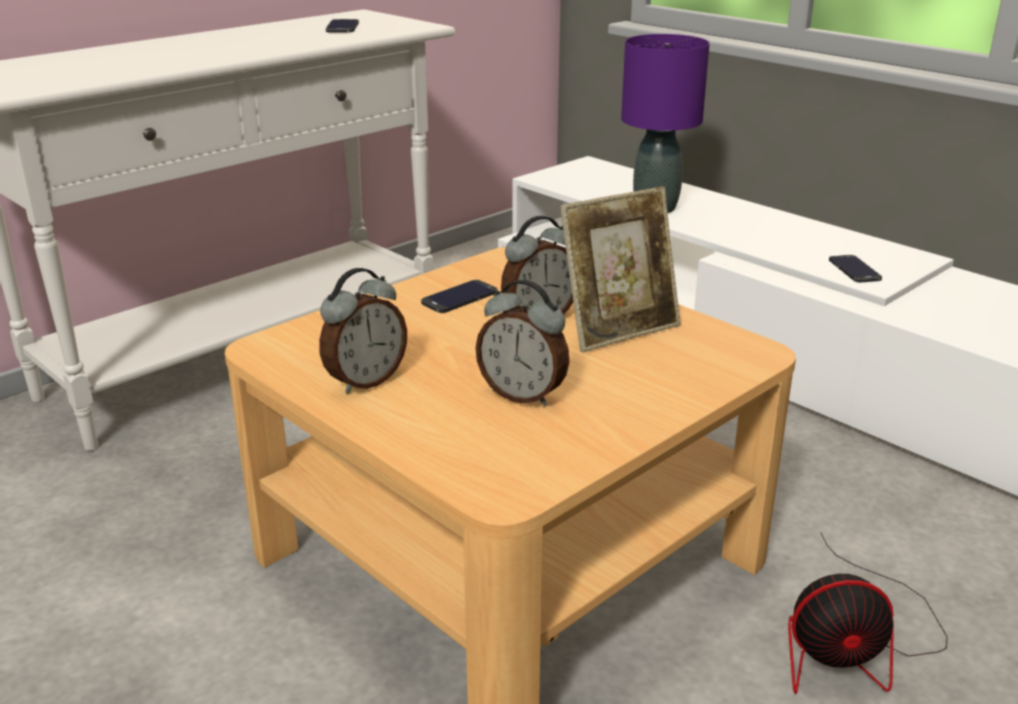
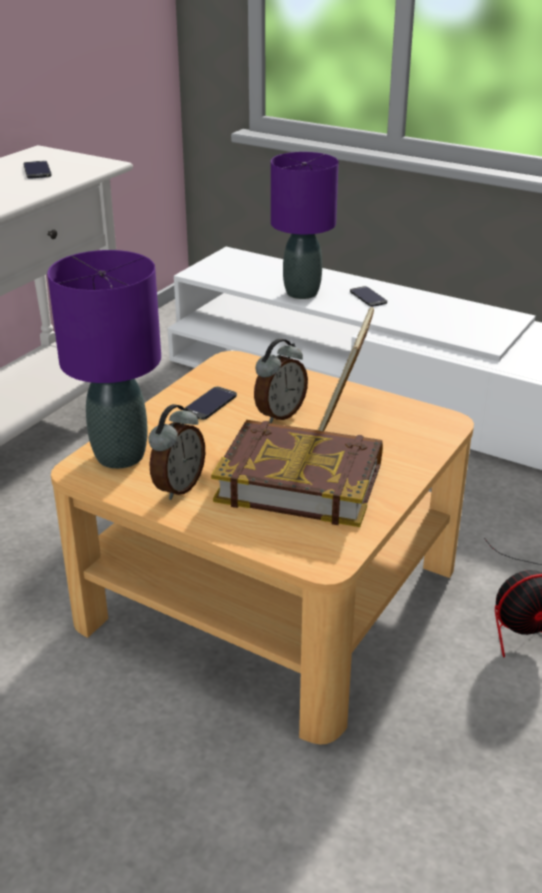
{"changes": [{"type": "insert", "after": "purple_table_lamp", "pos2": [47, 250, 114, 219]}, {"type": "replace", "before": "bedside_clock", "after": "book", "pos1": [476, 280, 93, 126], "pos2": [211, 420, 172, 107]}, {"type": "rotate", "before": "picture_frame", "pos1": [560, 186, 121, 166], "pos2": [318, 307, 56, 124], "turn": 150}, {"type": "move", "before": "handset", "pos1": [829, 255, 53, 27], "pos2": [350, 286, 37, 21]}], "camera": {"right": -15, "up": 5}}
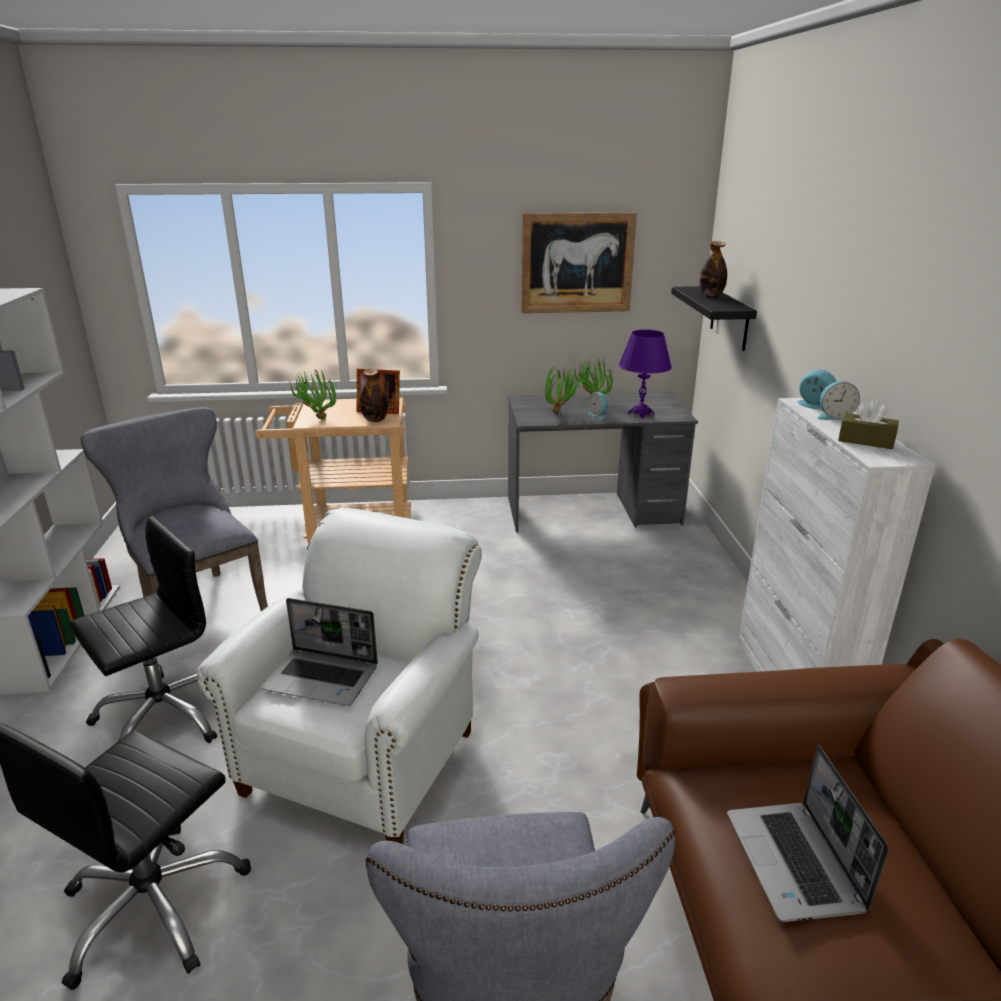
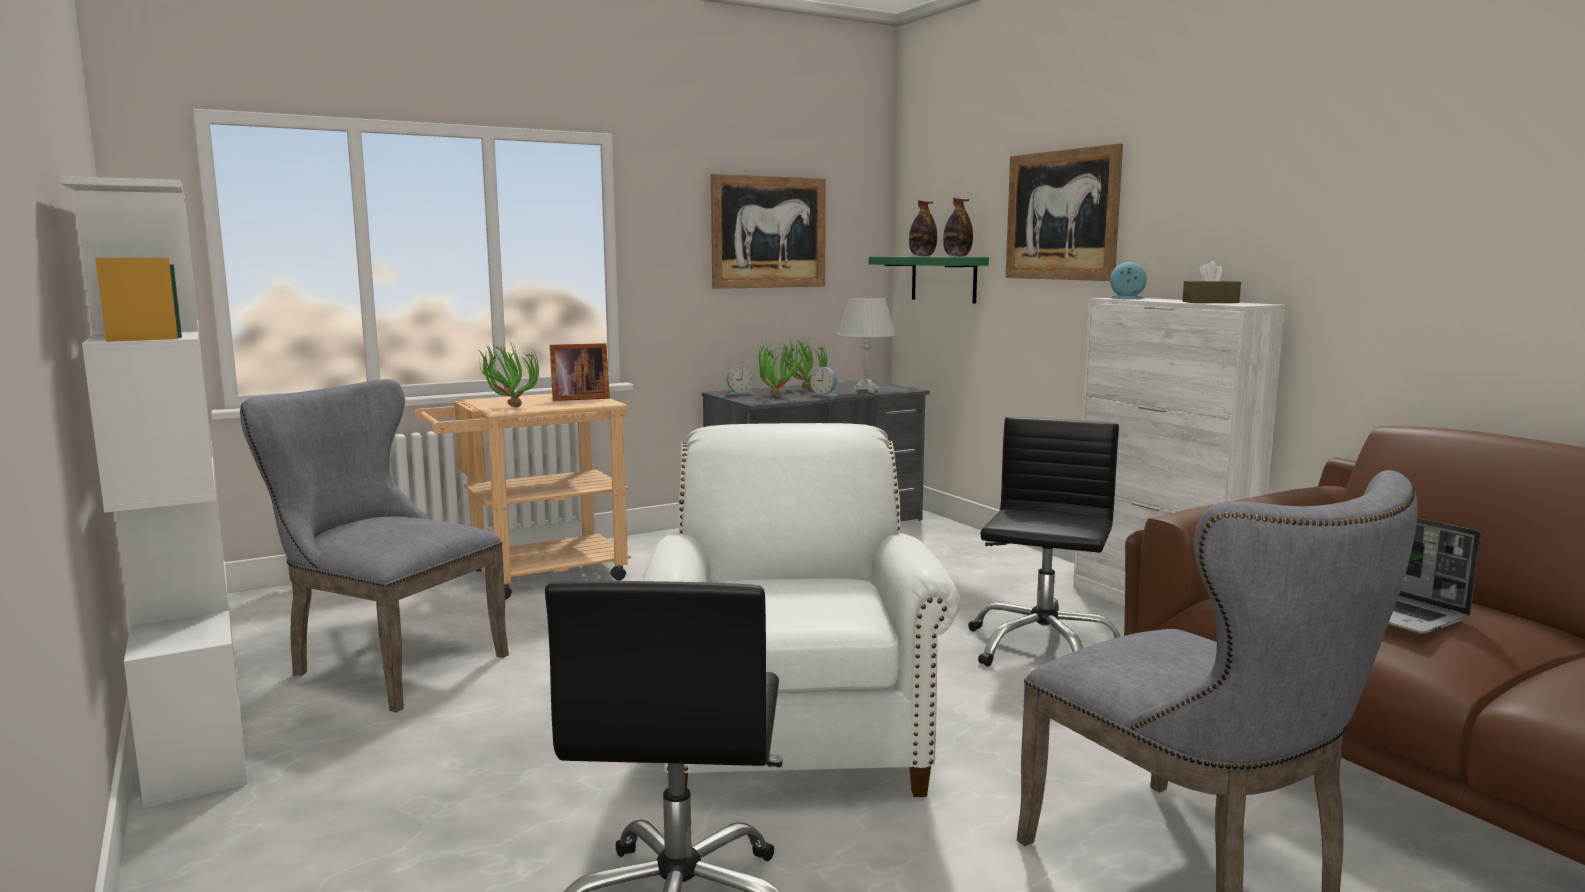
{"changes": [{"type": "move", "before": "bedside_clock", "pos1": [818, 381, 42, 39], "pos2": [727, 366, 27, 29]}, {"type": "recolor", "before": "purple_table_lamp", "after": "white-coloured_table_lamp", "pos1": [619, 330, 53, 88], "pos2": [837, 297, 59, 96]}, {"type": "recolor", "before": "black-coloured_wall_shelf", "after": "green-coloured_wall_shelf", "pos1": [671, 286, 86, 65], "pos2": [869, 257, 120, 47]}, {"type": "move", "before": "bottle", "pos1": [360, 369, 28, 53], "pos2": [943, 197, 30, 60]}, {"type": "move", "before": "black-coloured_office_chair", "pos1": [70, 516, 147, 227], "pos2": [968, 417, 153, 250]}, {"type": "insert", "after": "wall_art", "pos2": [1005, 143, 118, 138]}, {"type": "delete", "before": "notebook_computer", "pos1": [261, 598, 117, 108]}], "camera": {"right": -25, "up": -15}}
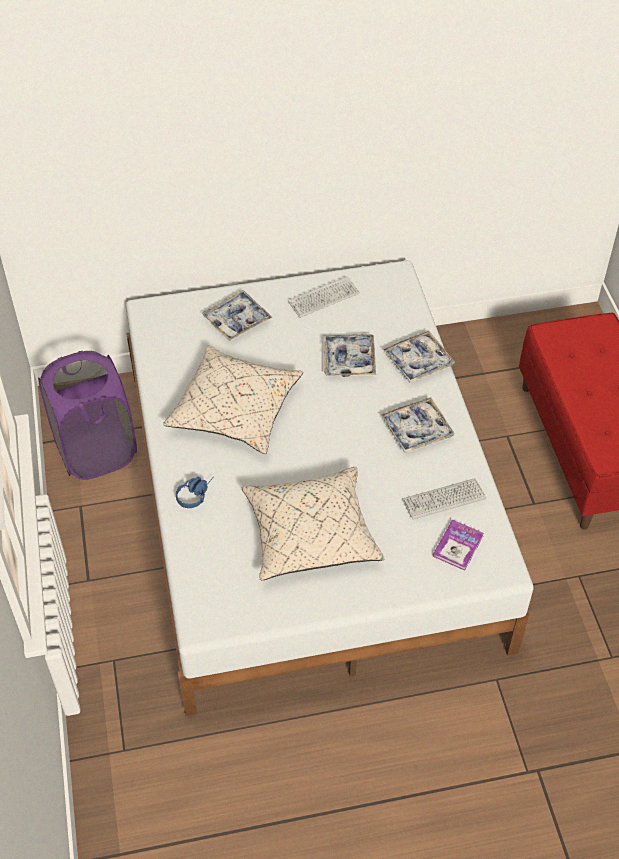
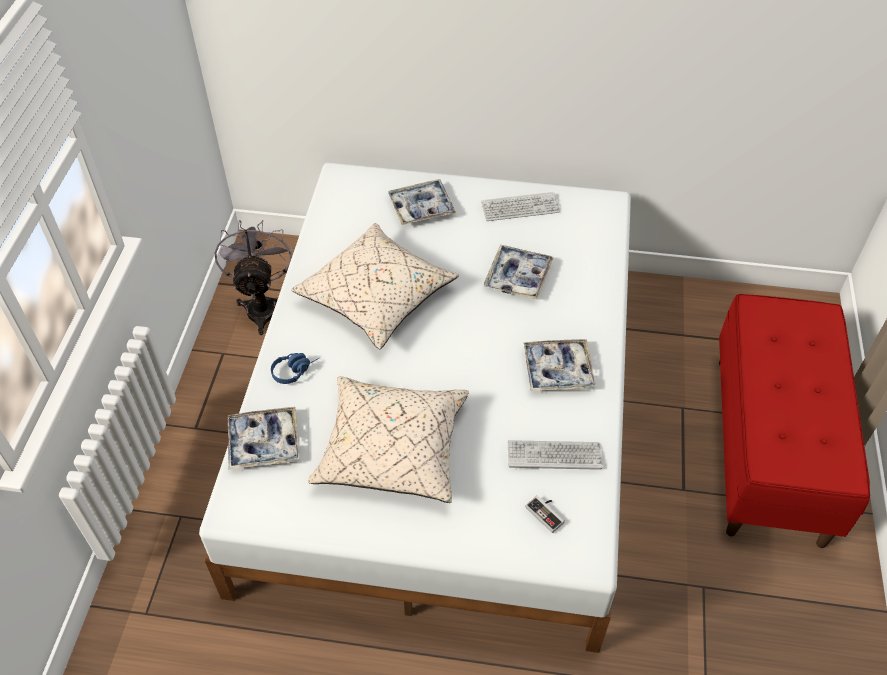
{"changes": [{"type": "replace", "before": "purple_washing_basket", "after": "gray_cooling_fan", "pos1": [38, 351, 99, 129], "pos2": [215, 220, 77, 115]}, {"type": "move", "before": "carrying_tray", "pos1": [383, 330, 72, 53], "pos2": [228, 407, 71, 62]}, {"type": "replace", "before": "book", "after": "gamepad", "pos1": [433, 520, 51, 51], "pos2": [526, 495, 39, 38]}], "camera": {"right": 20, "up": 0}}
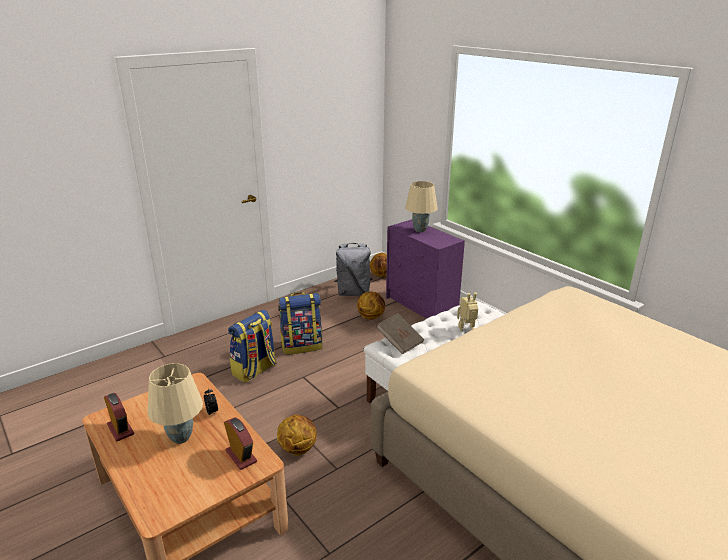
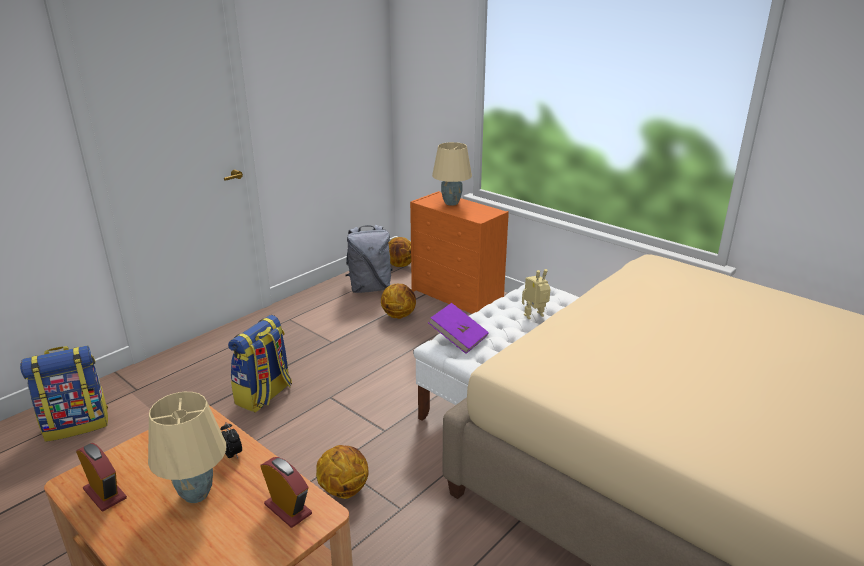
{"changes": [{"type": "move", "before": "backpack", "pos1": [278, 292, 44, 63], "pos2": [20, 345, 88, 97]}, {"type": "recolor", "before": "purple_drawer_chest", "after": "orangey_drawer_chest", "pos1": [386, 219, 79, 100], "pos2": [410, 191, 99, 123]}, {"type": "recolor", "before": "brownish_book", "after": "purple_book", "pos1": [376, 313, 48, 42], "pos2": [428, 303, 61, 51]}], "camera": {"right": -10, "up": 0}}
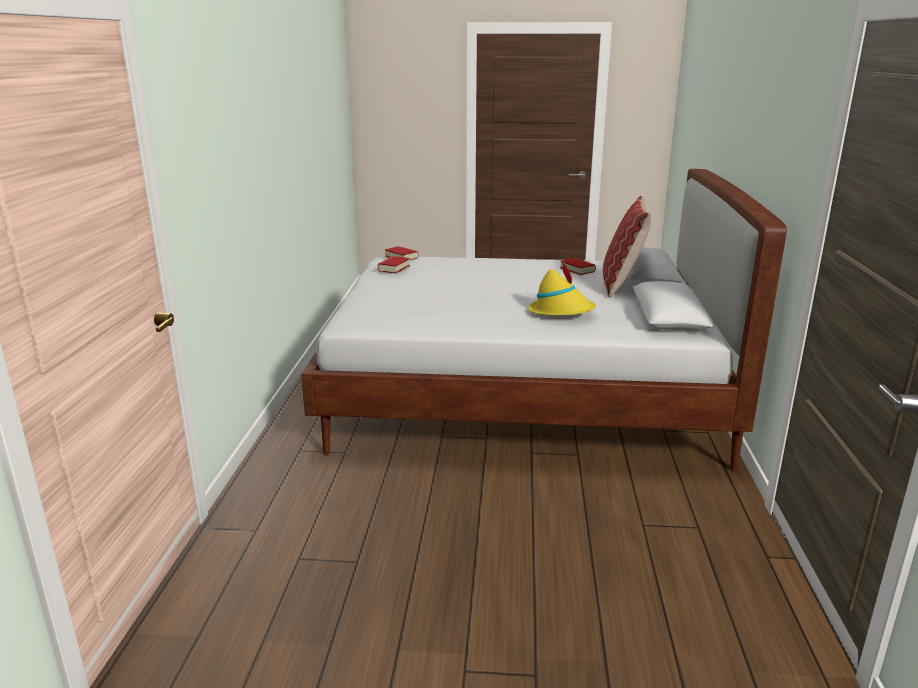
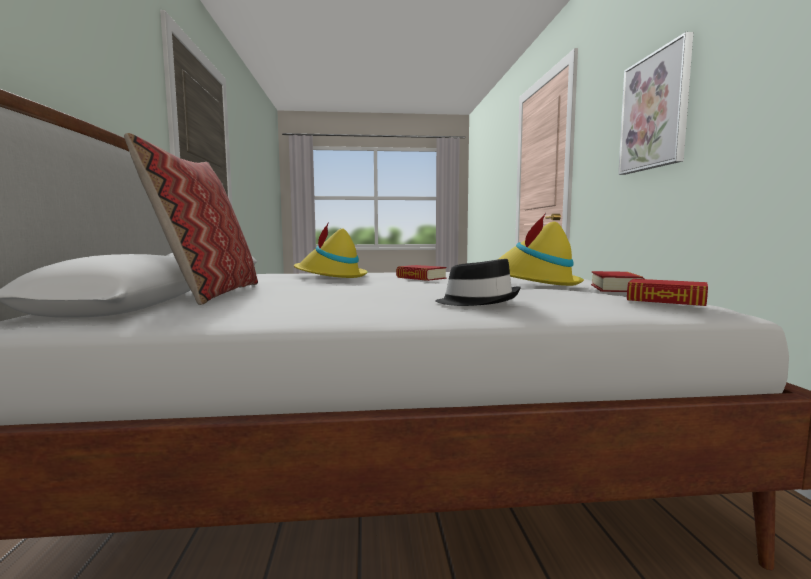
{"changes": [{"type": "move", "before": "book", "pos1": [560, 258, 36, 17], "pos2": [396, 265, 51, 16]}, {"type": "insert", "after": "black-coloured_wearable_hat", "pos2": [435, 259, 86, 47]}, {"type": "insert", "after": "yellowish_wearable_hat", "pos2": [499, 213, 85, 73]}, {"type": "insert", "after": "wall_art", "pos2": [618, 32, 75, 143]}], "camera": {"right": 170, "up": -15}}
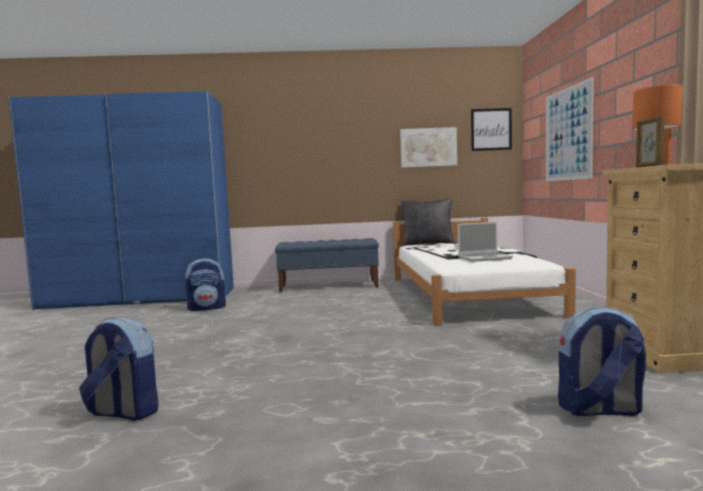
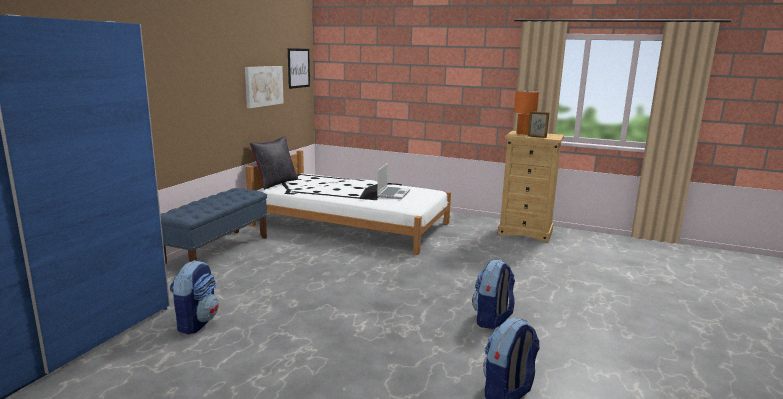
{"changes": [{"type": "move", "before": "backpack", "pos1": [558, 307, 88, 109], "pos2": [472, 260, 43, 69]}, {"type": "delete", "before": "wall_art", "pos1": [546, 77, 48, 104]}], "camera": {"right": -65, "up": 10}}
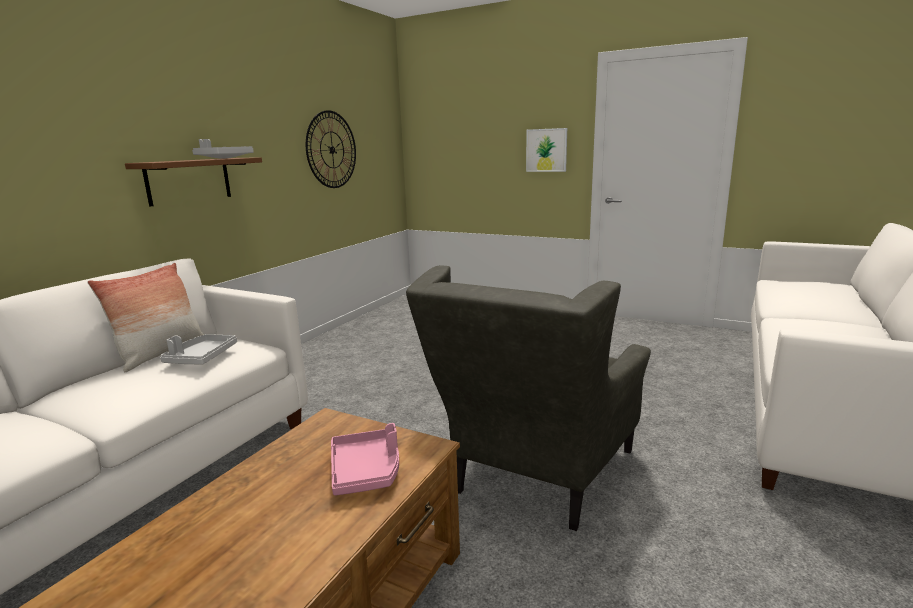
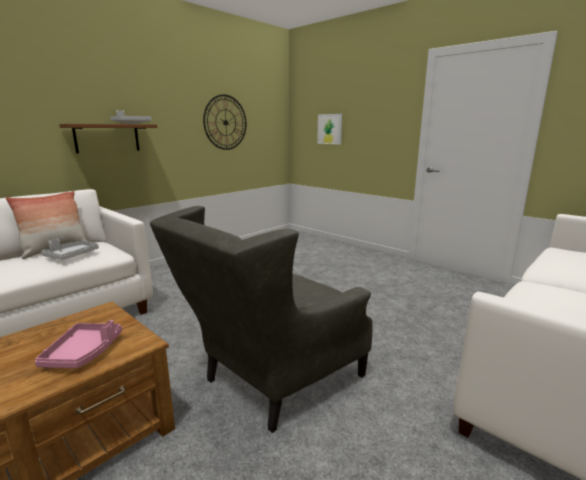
{"changes": [{"type": "move", "before": "wall_art", "pos1": [526, 128, 41, 44], "pos2": [317, 114, 25, 30]}], "camera": {"right": 15, "up": 0}}
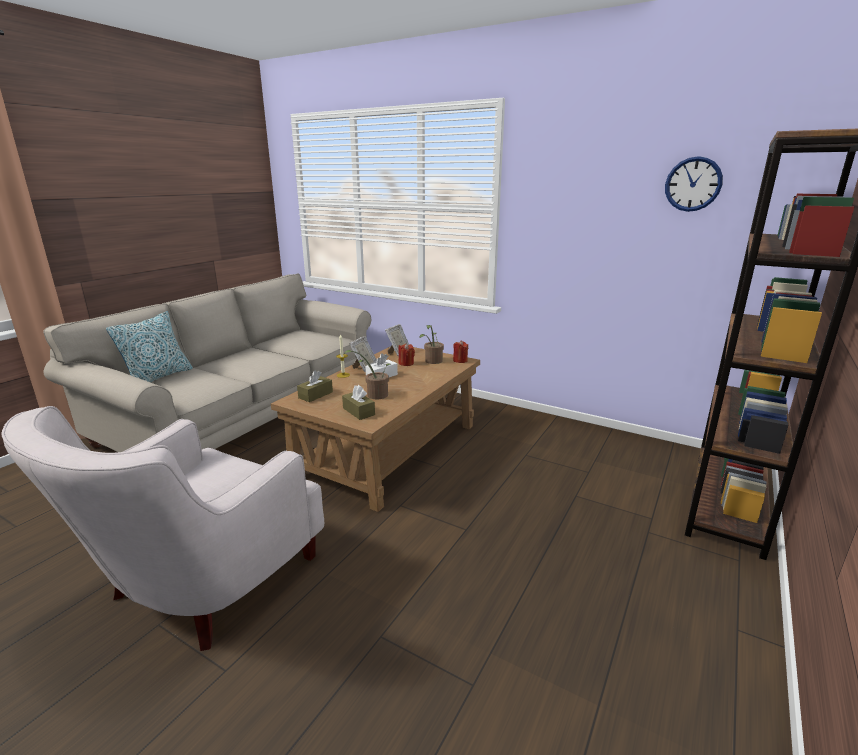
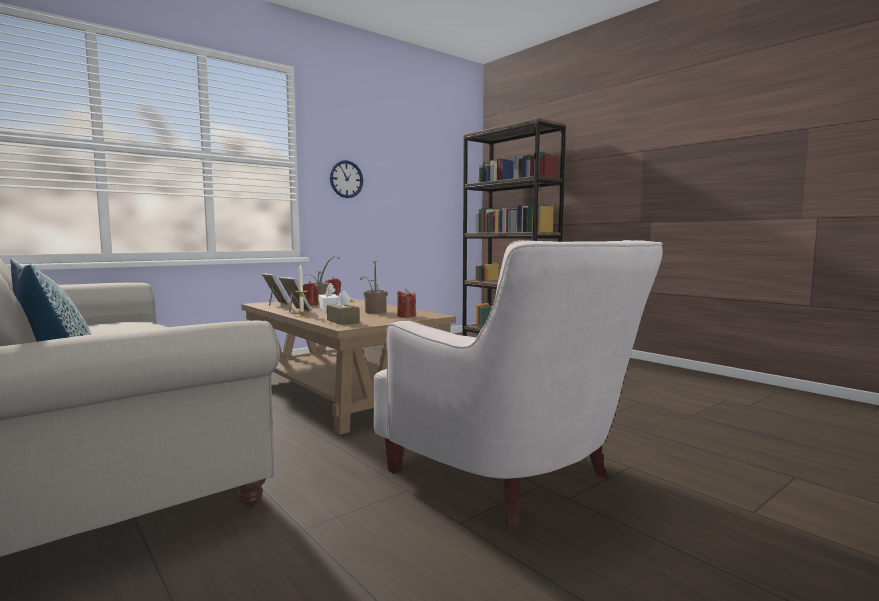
{"changes": [{"type": "move", "before": "hanging_clock", "pos1": [665, 156, 58, 56], "pos2": [330, 160, 33, 38]}, {"type": "replace", "before": "brownish_tissue_holder", "after": "red-coloured_wax_light", "pos1": [342, 385, 33, 35], "pos2": [397, 289, 19, 28]}], "camera": {"right": -70, "up": -15}}
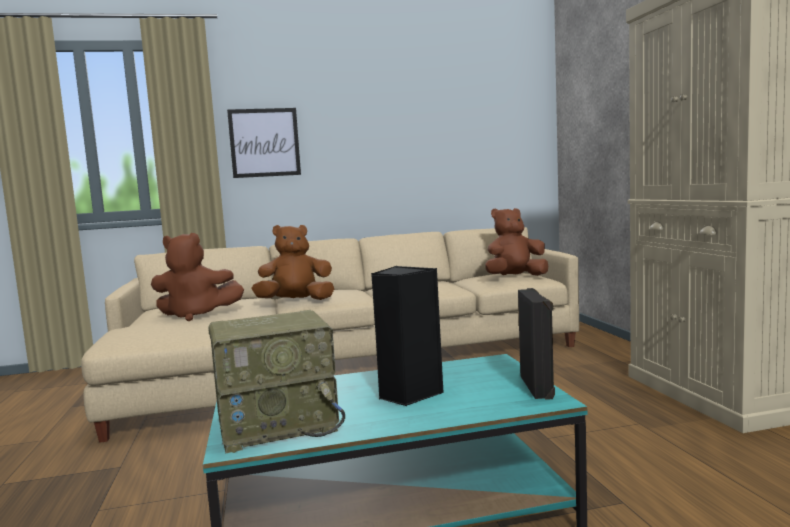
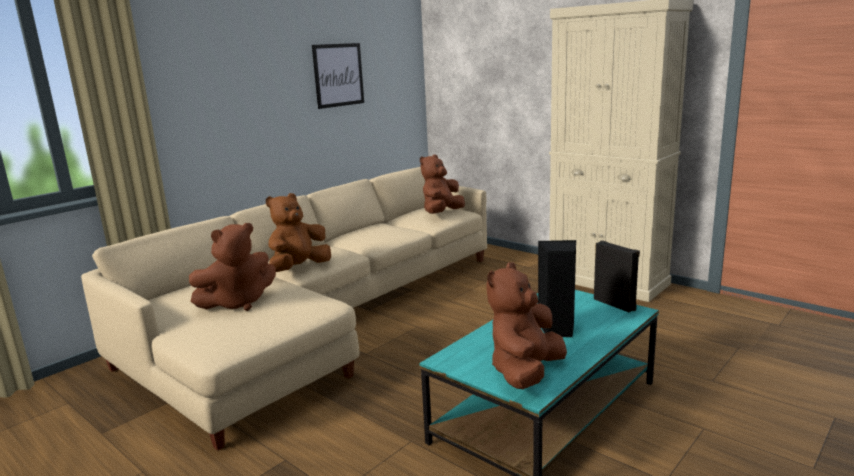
{"changes": [{"type": "move", "before": "wall_art", "pos1": [227, 108, 74, 70], "pos2": [312, 43, 52, 66]}, {"type": "replace", "before": "radio", "after": "brownish_soft_toy", "pos1": [208, 310, 137, 143], "pos2": [487, 262, 80, 127]}], "camera": {"right": -35, "up": 10}}
